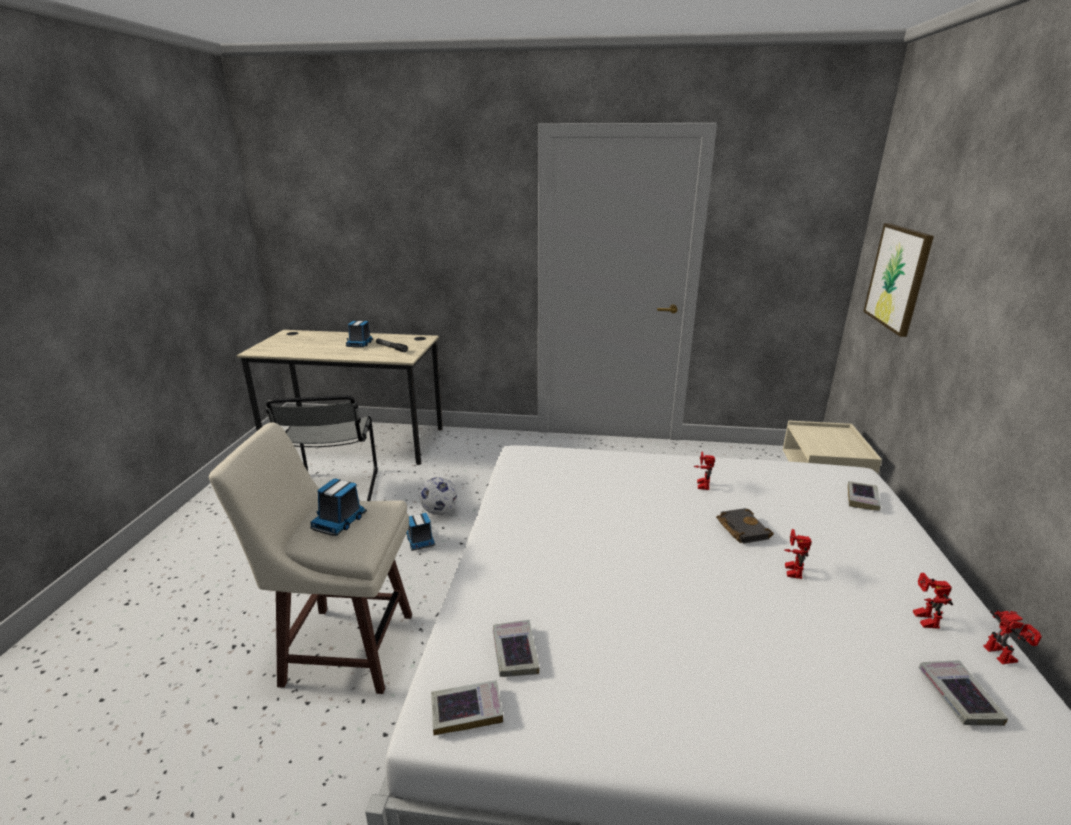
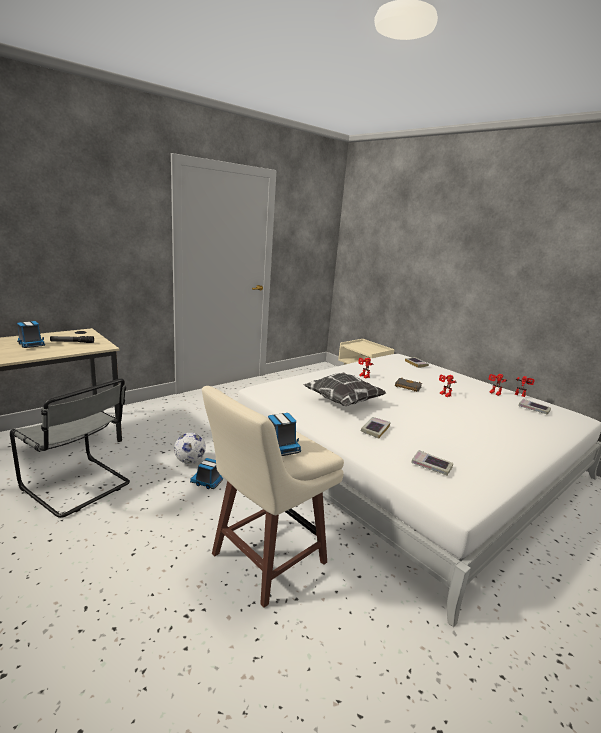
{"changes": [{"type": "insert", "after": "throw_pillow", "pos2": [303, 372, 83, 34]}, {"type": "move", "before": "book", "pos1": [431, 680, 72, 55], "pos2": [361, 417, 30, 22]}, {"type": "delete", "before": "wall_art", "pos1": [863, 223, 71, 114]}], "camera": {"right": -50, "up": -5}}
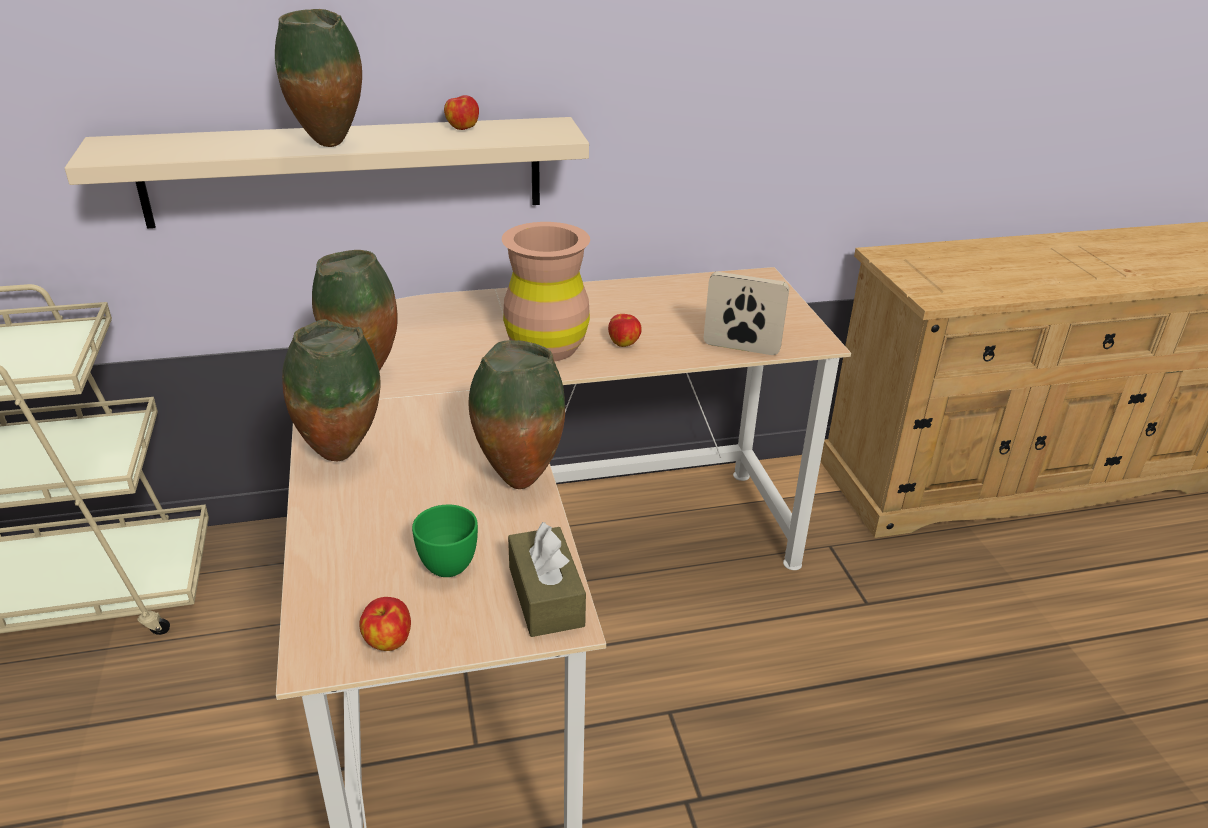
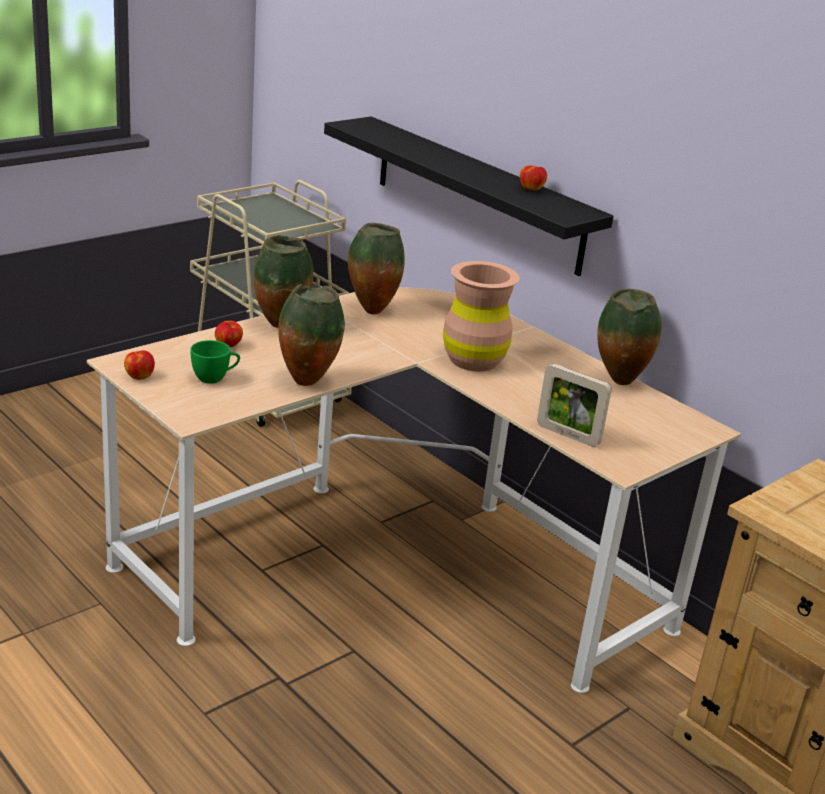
{"changes": [{"type": "move", "before": "whole_apple", "pos1": [608, 314, 34, 33], "pos2": [215, 321, 28, 26]}, {"type": "recolor", "before": "beige-coloured_wall_shelf", "after": "black-coloured_wall_shelf", "pos1": [65, 117, 524, 111], "pos2": [324, 116, 289, 160]}, {"type": "rotate", "before": "picture_frame", "pos1": [704, 272, 85, 83], "pos2": [537, 364, 75, 83], "turn": 135}, {"type": "move", "before": "vase", "pos1": [275, 9, 87, 138], "pos2": [597, 289, 64, 96]}, {"type": "delete", "before": "brownish_tissue_holder", "pos1": [508, 522, 78, 115]}], "camera": {"right": 60, "up": -5}}
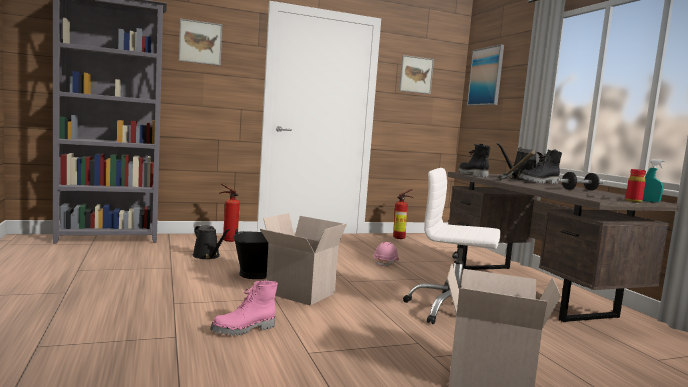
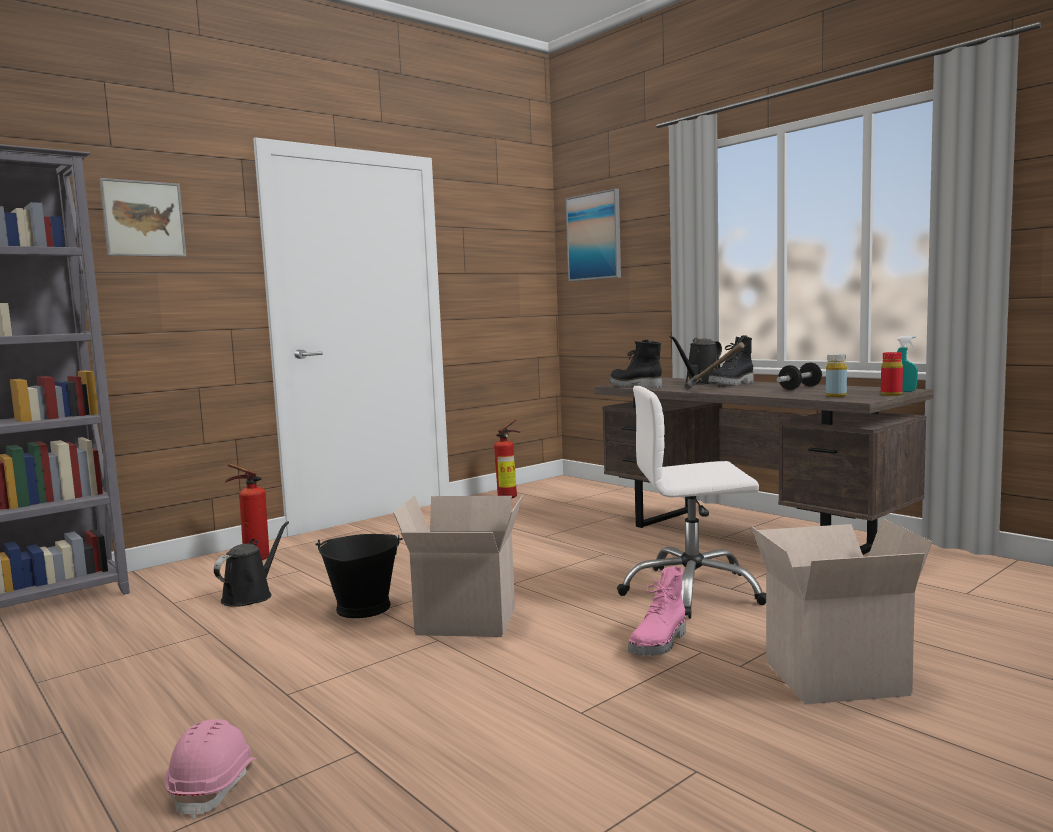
{"changes": [{"type": "move", "before": "pink_hard_hat", "pos1": [373, 242, 26, 25], "pos2": [165, 719, 92, 100]}, {"type": "rotate", "before": "black-coloured_watering_pot", "pos1": [193, 225, 36, 34], "pos2": [214, 521, 75, 86], "turn": -90}, {"type": "move", "before": "pink_boot", "pos1": [210, 281, 68, 55], "pos2": [628, 566, 58, 90]}, {"type": "insert", "after": "yellowish_bottle", "pos2": [826, 354, 21, 43]}, {"type": "delete", "before": "wall_art", "pos1": [399, 55, 35, 39]}], "camera": {"right": -20, "up": 0}}
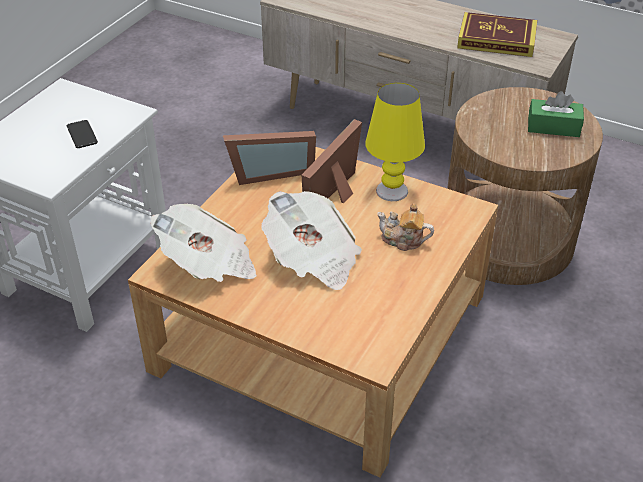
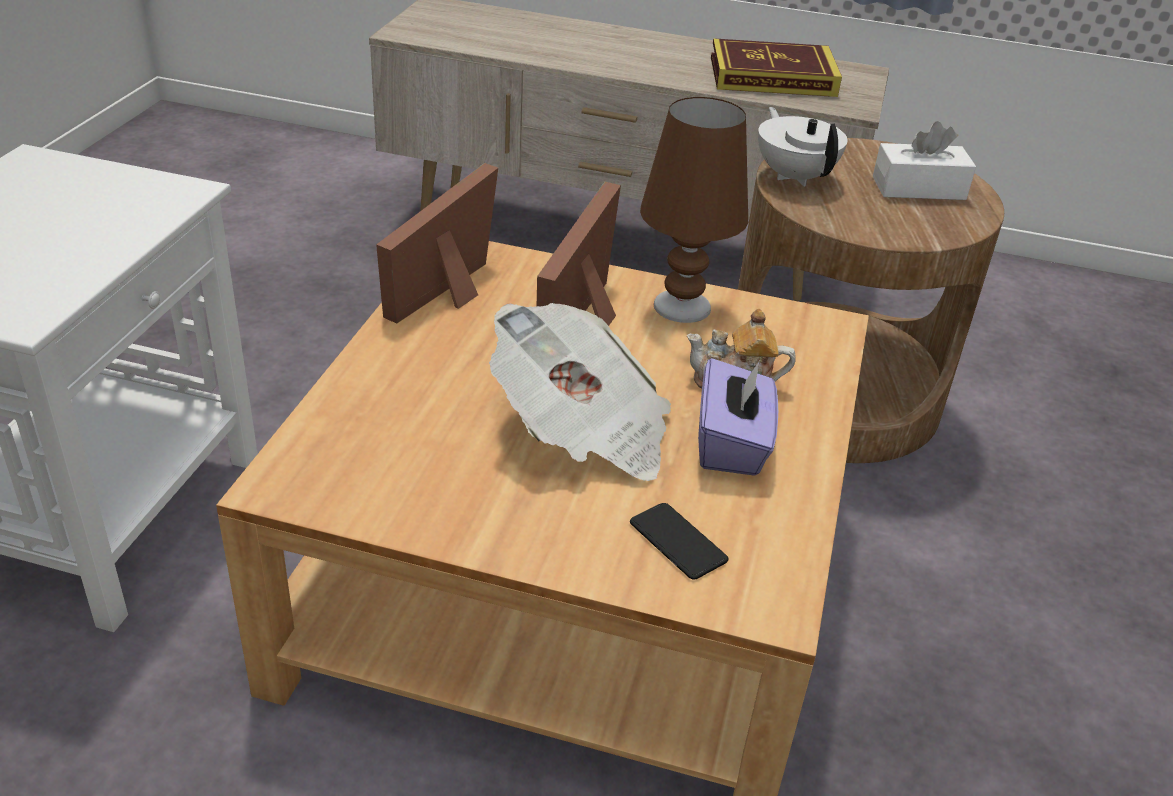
{"changes": [{"type": "rotate", "before": "picture_frame", "pos1": [223, 131, 93, 54], "pos2": [376, 163, 122, 160], "turn": 150}, {"type": "move", "before": "handset", "pos1": [67, 120, 31, 28], "pos2": [630, 503, 99, 76]}, {"type": "recolor", "before": "yellowish_table_lamp", "after": "brownish_table_lamp", "pos1": [366, 83, 59, 118], "pos2": [640, 97, 108, 226]}, {"type": "insert", "after": "purple_tissue_holder", "pos2": [698, 358, 80, 118]}, {"type": "insert", "after": "white-coloured_teapot", "pos2": [758, 107, 90, 80]}, {"type": "recolor", "before": "green-coloured_tissue_holder", "after": "white-coloured_tissue_holder", "pos1": [528, 91, 56, 46], "pos2": [873, 121, 103, 79]}, {"type": "delete", "before": "printed_paper", "pos1": [150, 204, 107, 78]}], "camera": {"right": -15, "up": -5}}
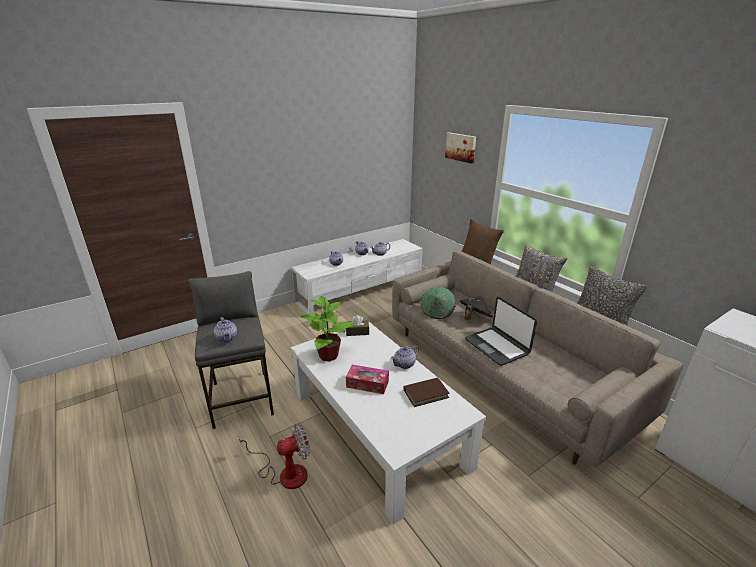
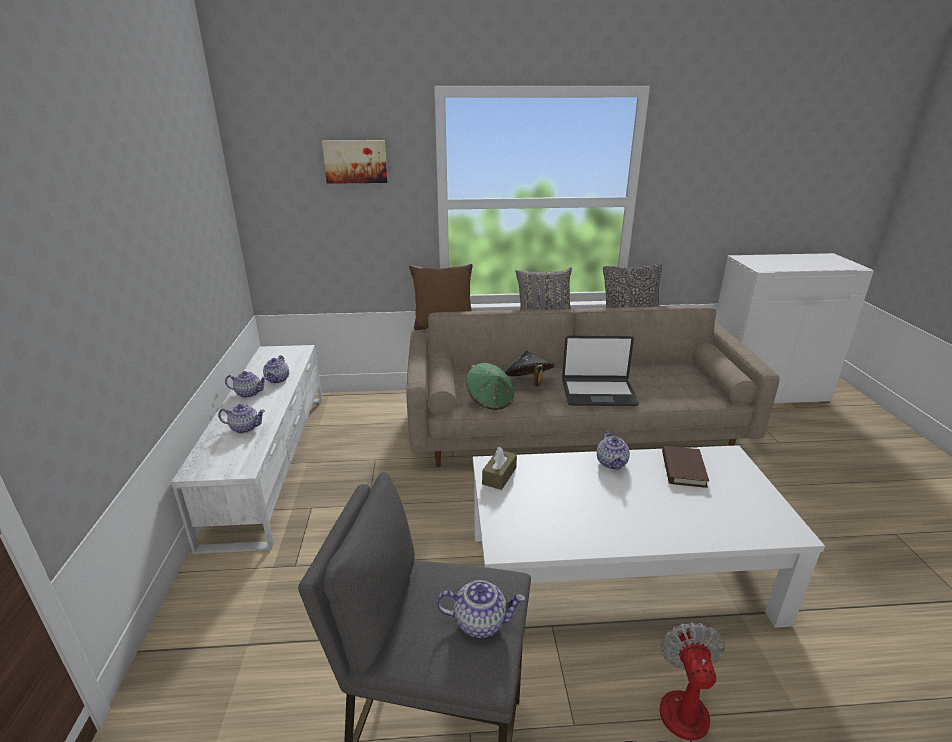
{"changes": [{"type": "delete", "before": "potted_plant", "pos1": [300, 296, 57, 66]}, {"type": "delete", "before": "tissue_holder", "pos1": [346, 365, 43, 29]}], "camera": {"right": -60, "up": 0}}
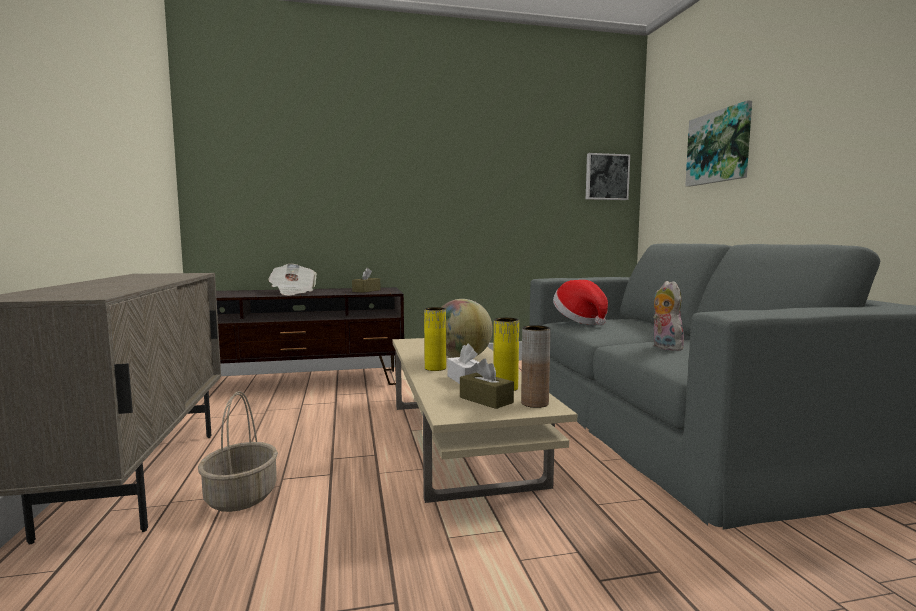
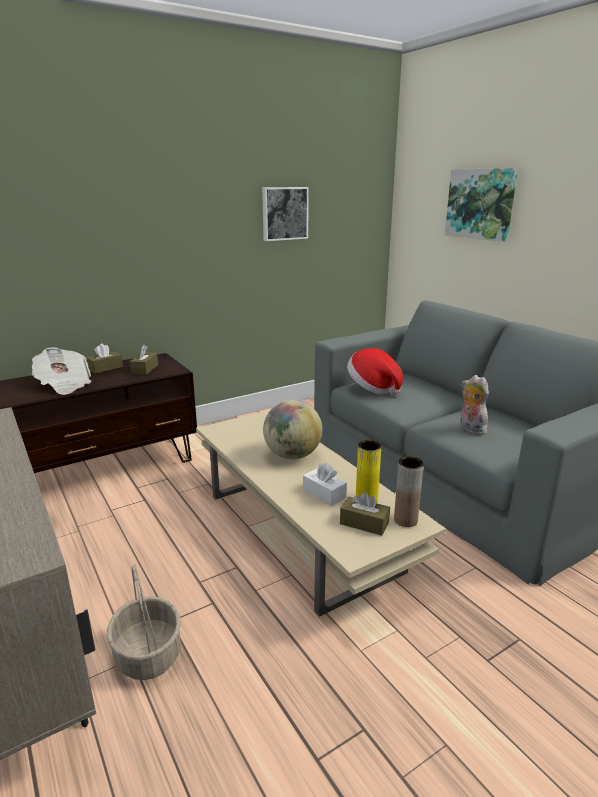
{"changes": [{"type": "insert", "after": "brownish_tissue_holder", "pos2": [86, 343, 37, 31]}, {"type": "move", "before": "wall_art", "pos1": [586, 153, 44, 47], "pos2": [262, 187, 47, 54]}, {"type": "delete", "before": "yellowish_vase", "pos1": [424, 307, 22, 64]}], "camera": {"right": -20, "up": 15}}
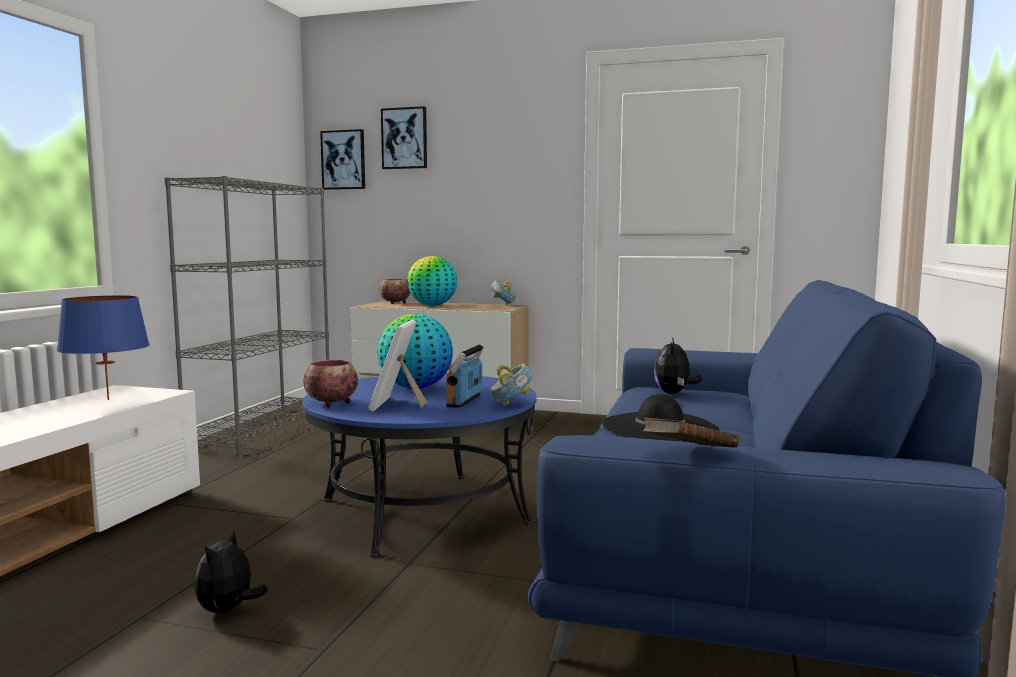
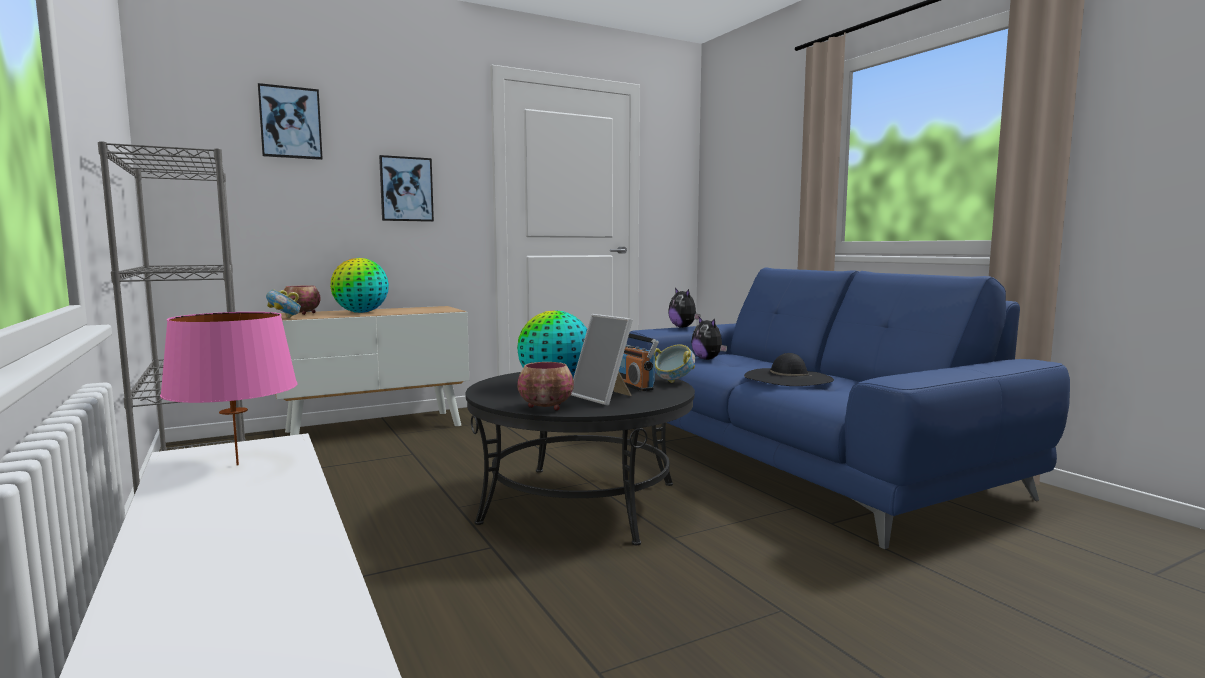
{"changes": [{"type": "recolor", "before": "blue-coloured_table_lamp", "after": "pink_table_lamp", "pos1": [57, 295, 93, 105], "pos2": [160, 312, 138, 153]}, {"type": "move", "before": "bowl", "pos1": [491, 281, 25, 24], "pos2": [266, 289, 35, 29]}, {"type": "move", "before": "wall_art", "pos1": [320, 129, 45, 61], "pos2": [379, 155, 55, 67]}, {"type": "recolor", "before": "blue-coloured_coffee_table", "after": "black-coloured_coffee_table", "pos1": [303, 374, 233, 183], "pos2": [465, 372, 230, 173]}, {"type": "move", "before": "soft_toy", "pos1": [194, 529, 74, 84], "pos2": [668, 288, 33, 40]}, {"type": "delete", "before": "brownish_book", "pos1": [643, 417, 96, 31]}], "camera": {"right": -45, "up": 0}}
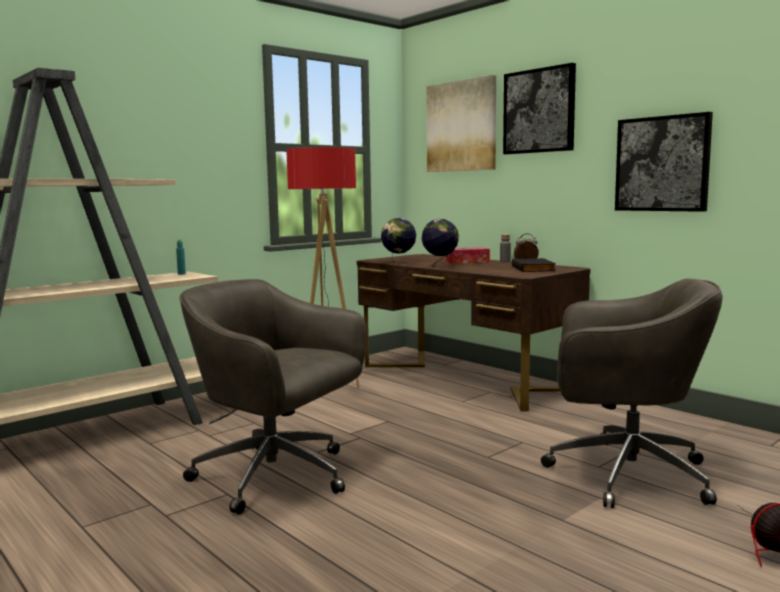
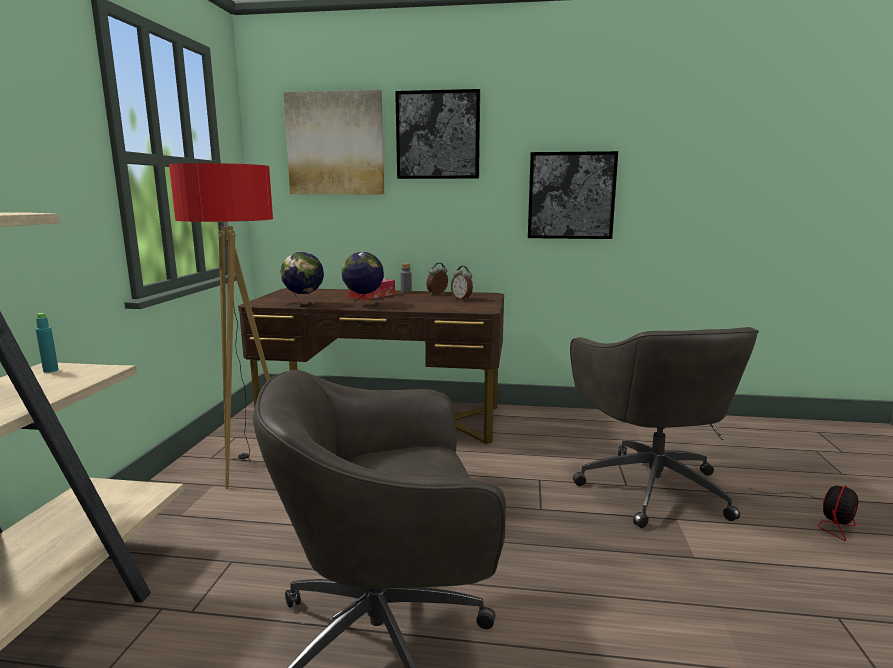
{"changes": [{"type": "replace", "before": "black-coloured_book", "after": "bedside_clock", "pos1": [512, 258, 44, 14], "pos2": [451, 266, 22, 34]}, {"type": "rotate", "before": "gray_office_chair", "pos1": [541, 278, 182, 230], "pos2": [570, 327, 189, 201], "turn": 105}], "camera": {"right": -40, "up": 5}}
